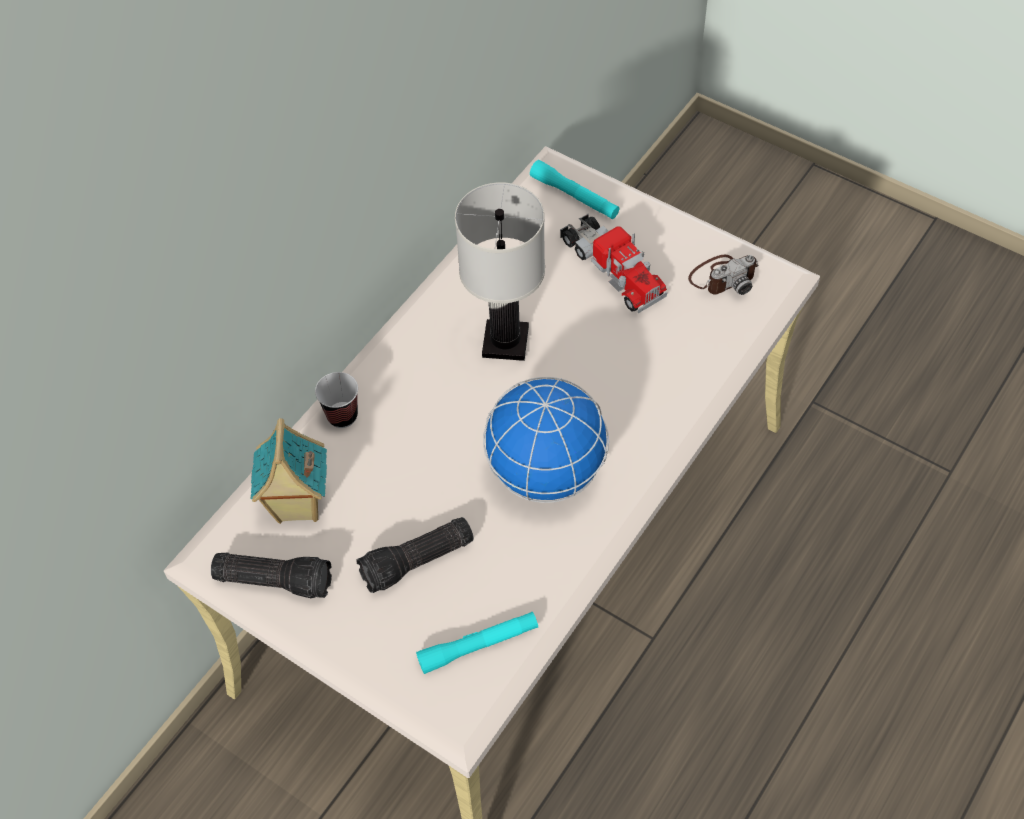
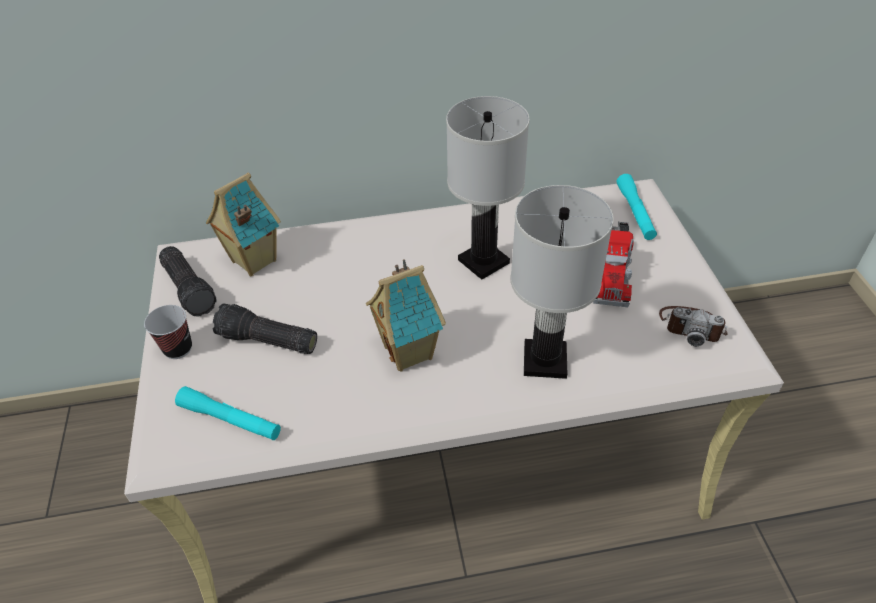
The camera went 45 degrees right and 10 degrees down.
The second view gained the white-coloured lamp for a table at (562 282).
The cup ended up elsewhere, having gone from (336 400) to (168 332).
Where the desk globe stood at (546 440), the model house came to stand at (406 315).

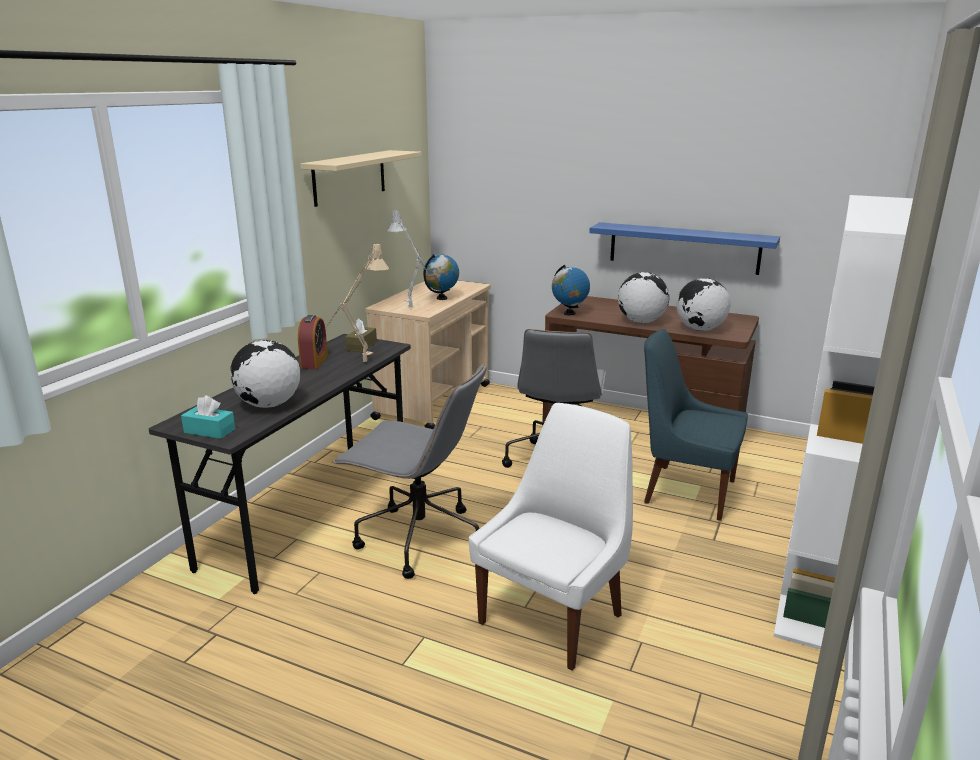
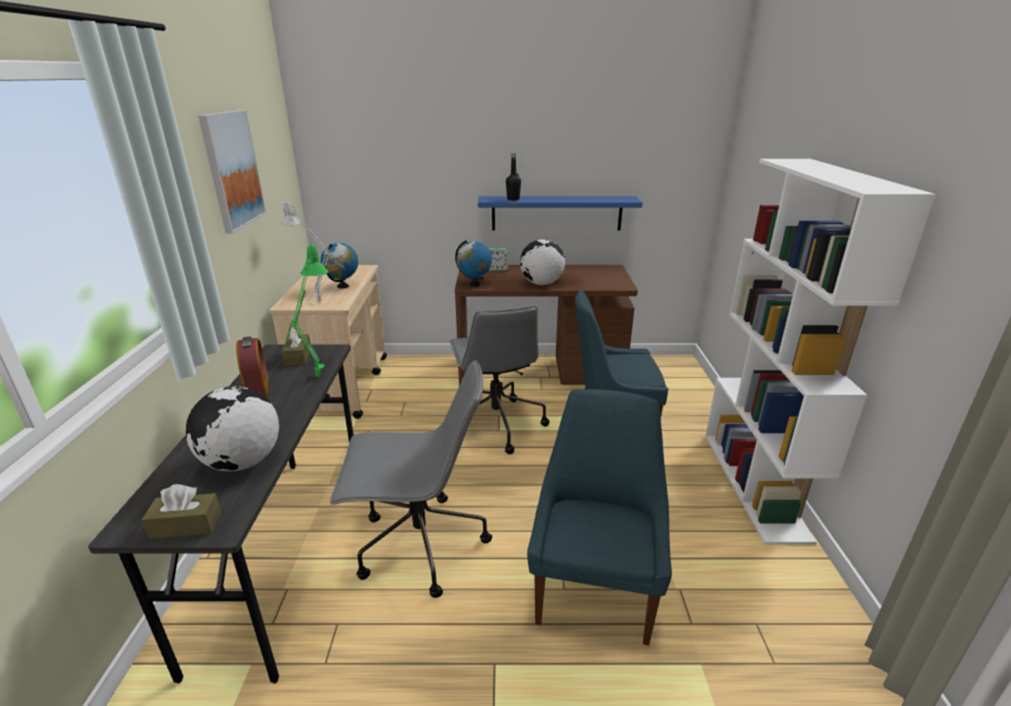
The camera went 25 degrees left and 5 degrees up.
The second view lost the desk globe at (703 304).
The second view gained the bedside clock at (498 259).
The second view gained the black beverage bottle at (513 177).
Where the sand-coloured shelf hung at (360 178), the wall picture came to hang at (232 171).
What was the turquoise-coloured box of tissues at (208 417) turned into the brown box of tissues at (181 511).
What was the sand-coloured lamp for a table at (358 303) turned into the green-coloured lamp for a table at (306 311).
What was the white-coloured chair at (551 537) turned into the blue-coloured chair at (599 517).

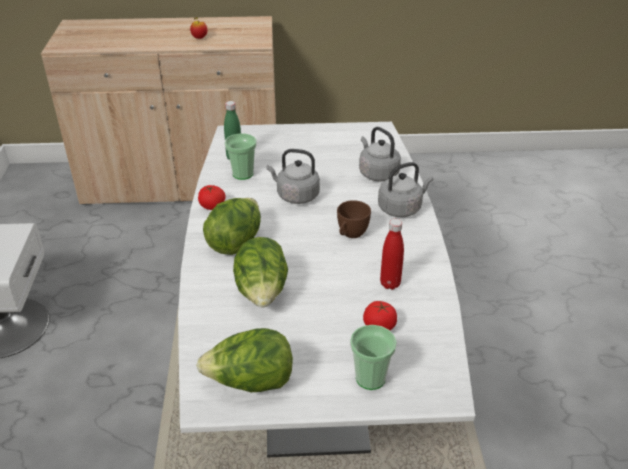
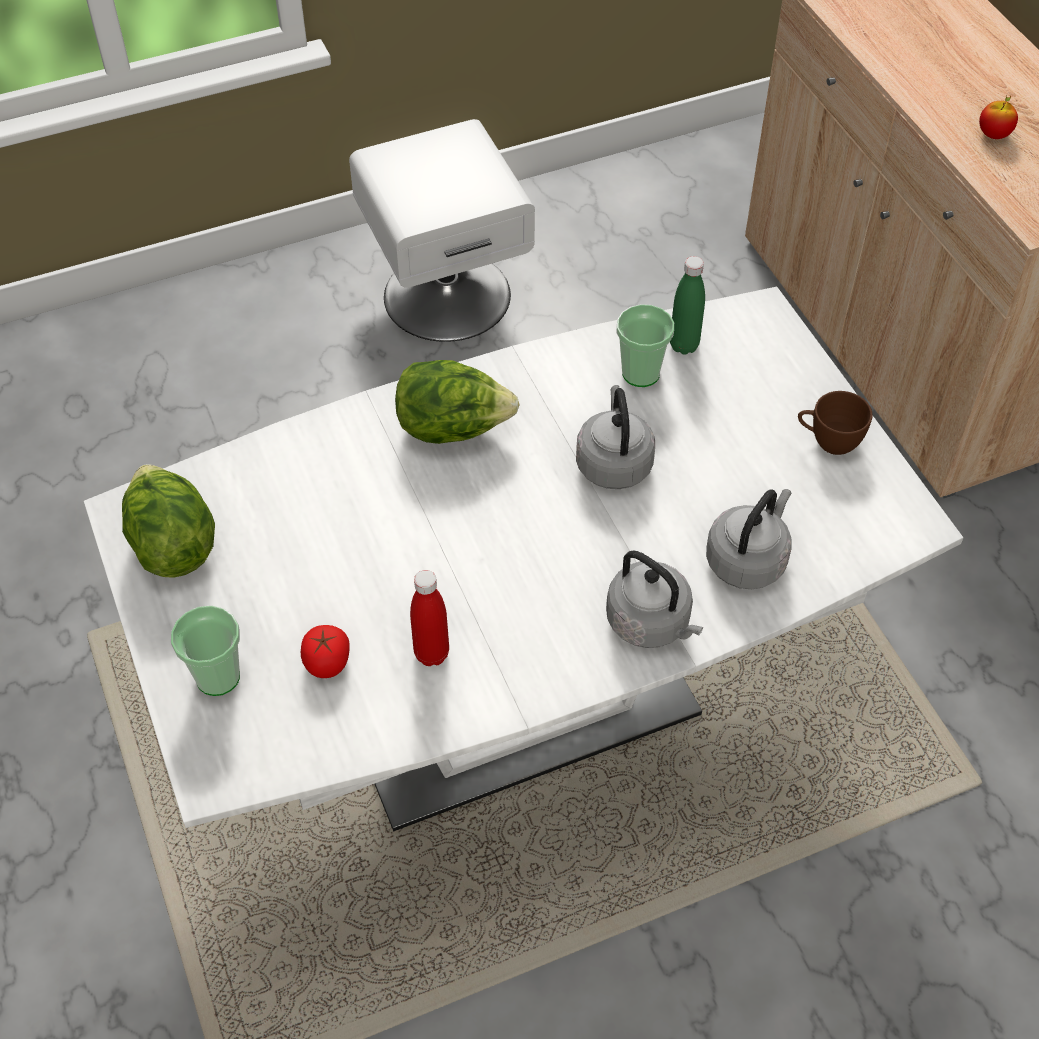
The camera went 70 degrees right and 15 degrees up.
The second view lost the tomato at (212 197).
The second view lost the lettuce at (260 272).
The brown cup ended up elsewhere, having gone from (354 219) to (835 423).

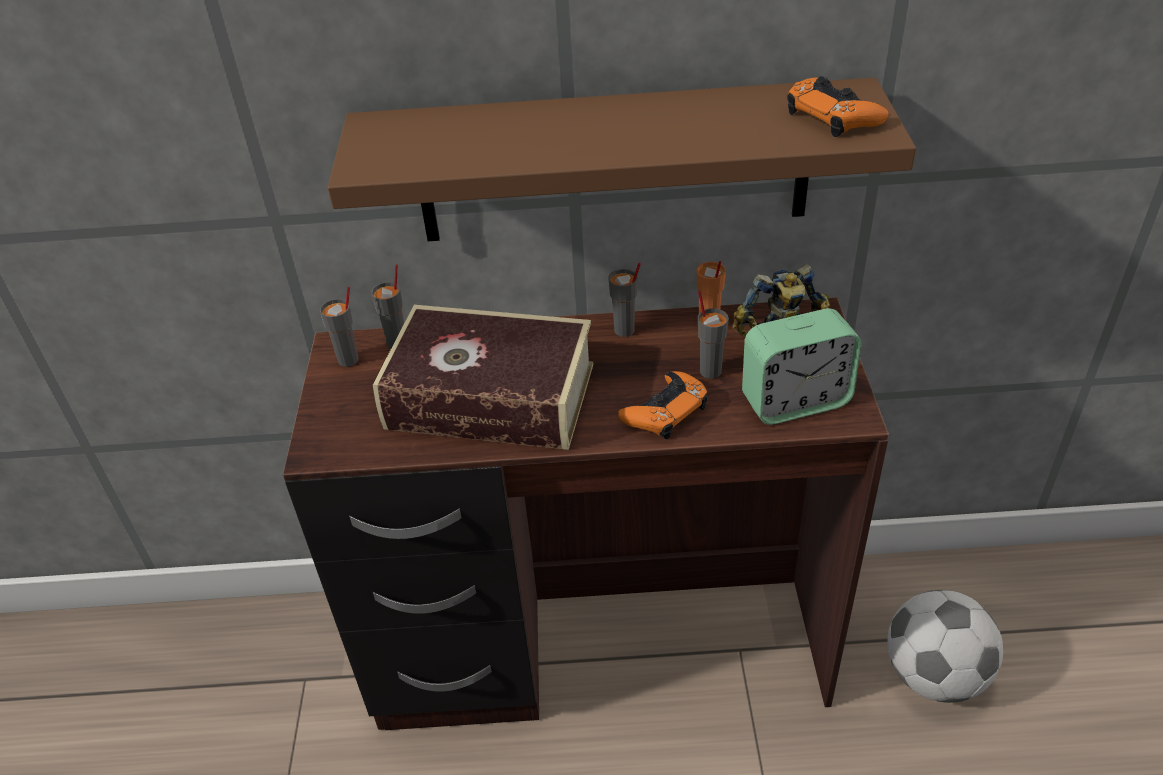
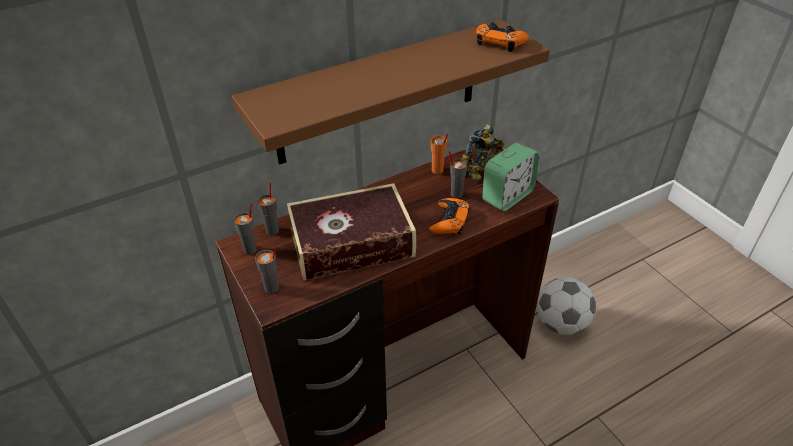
The camera went 30 degrees left and 0 degrees up.
The grey cup ended up elsewhere, having gone from (625 300) to (267 269).

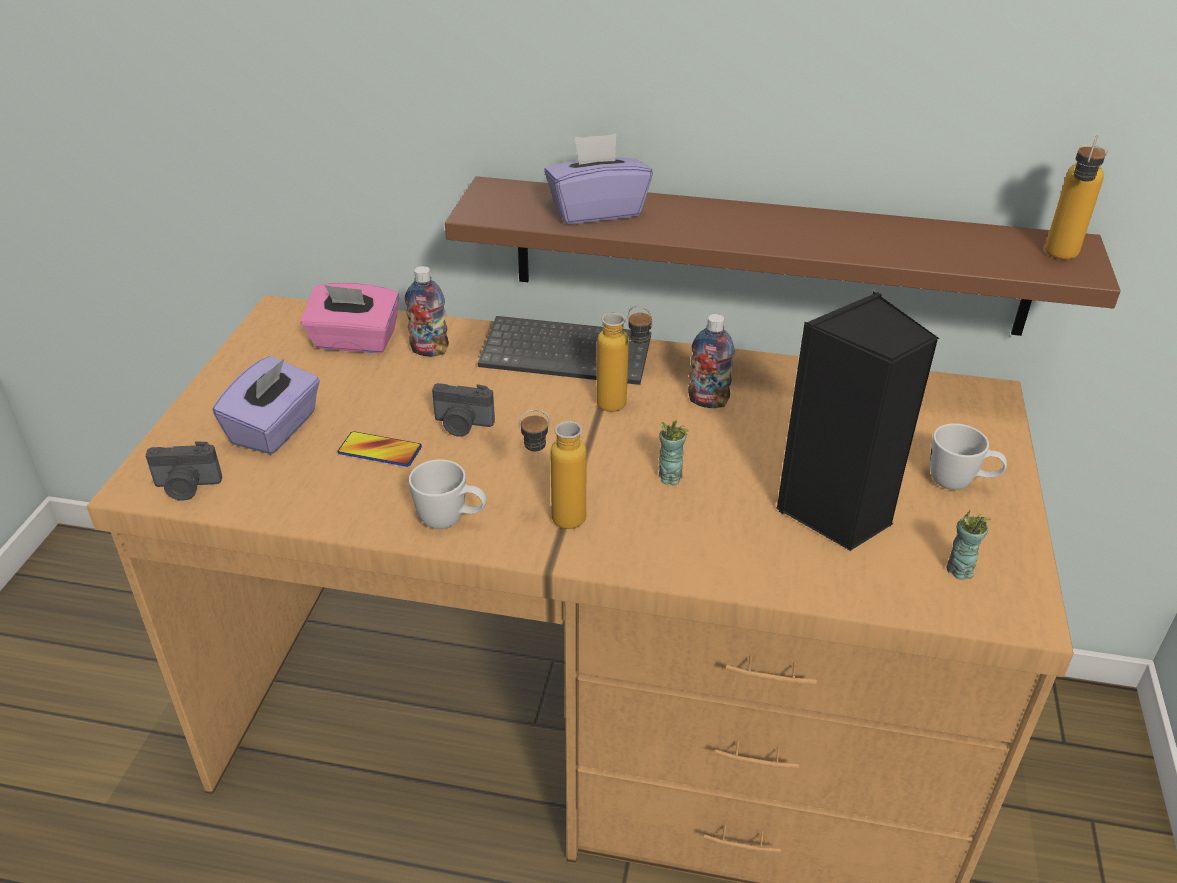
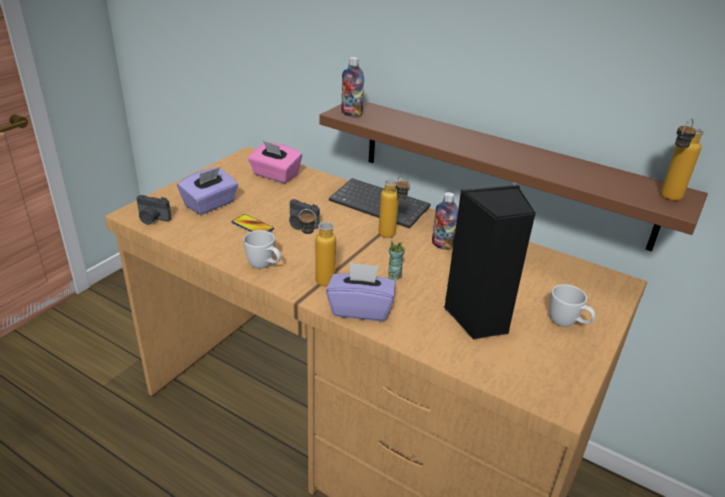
The camera went 20 degrees right and 5 degrees down.
The second view lost the cup at (968 545).
The beverage bottle ended up elsewhere, having gone from (427 311) to (352 87).
The purple box of tissues ended up elsewhere, having gone from (598 179) to (361 291).

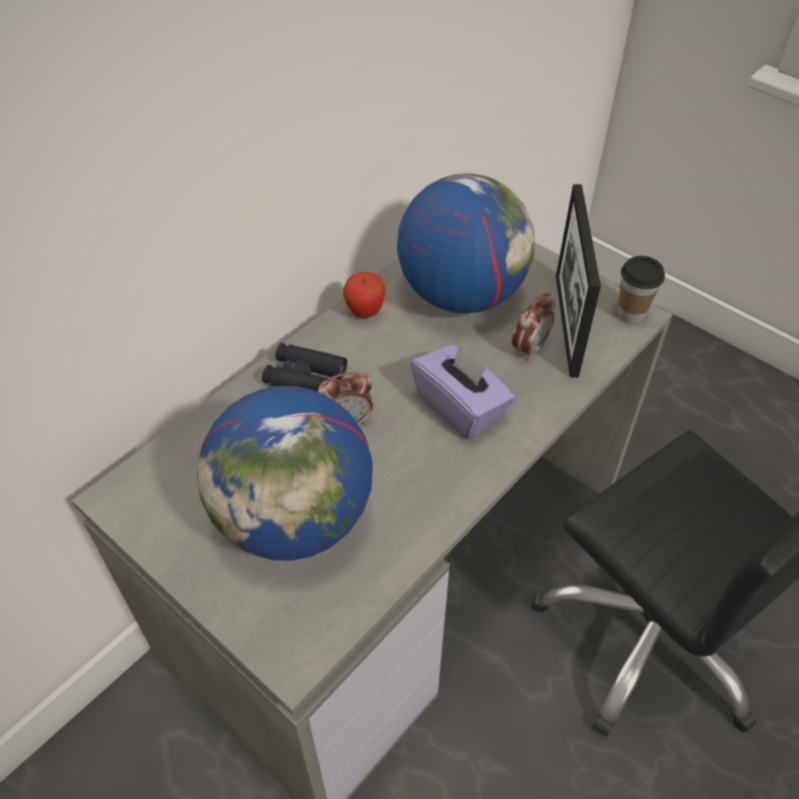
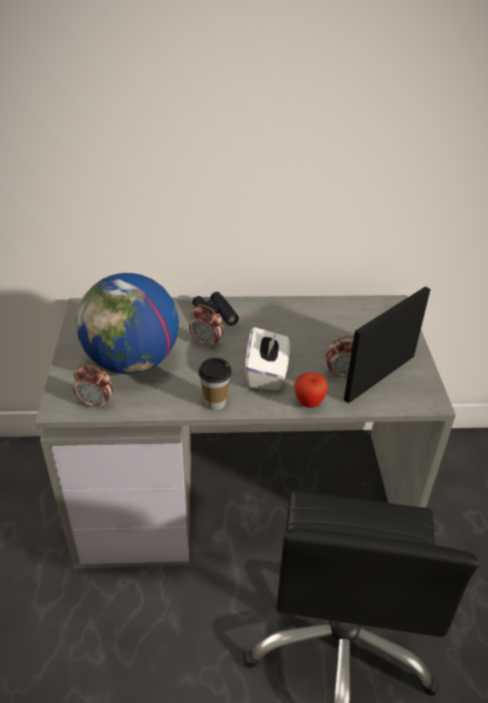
The camera went 45 degrees right and 10 degrees down.
The second view lost the desk globe at (466 243).
The second view gained the bedside clock at (93 387).
The apple fruit ended up elsewhere, having gone from (364 295) to (311 390).
The cup ended up elsewhere, having gone from (641 290) to (215 384).
What was the purple box of tissues at (463 391) turned into the white-coloured box of tissues at (267 359).

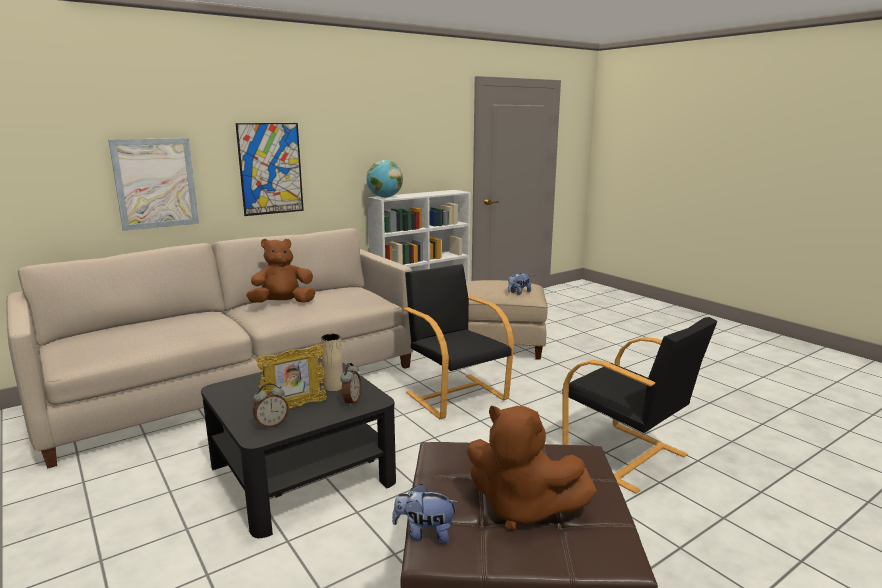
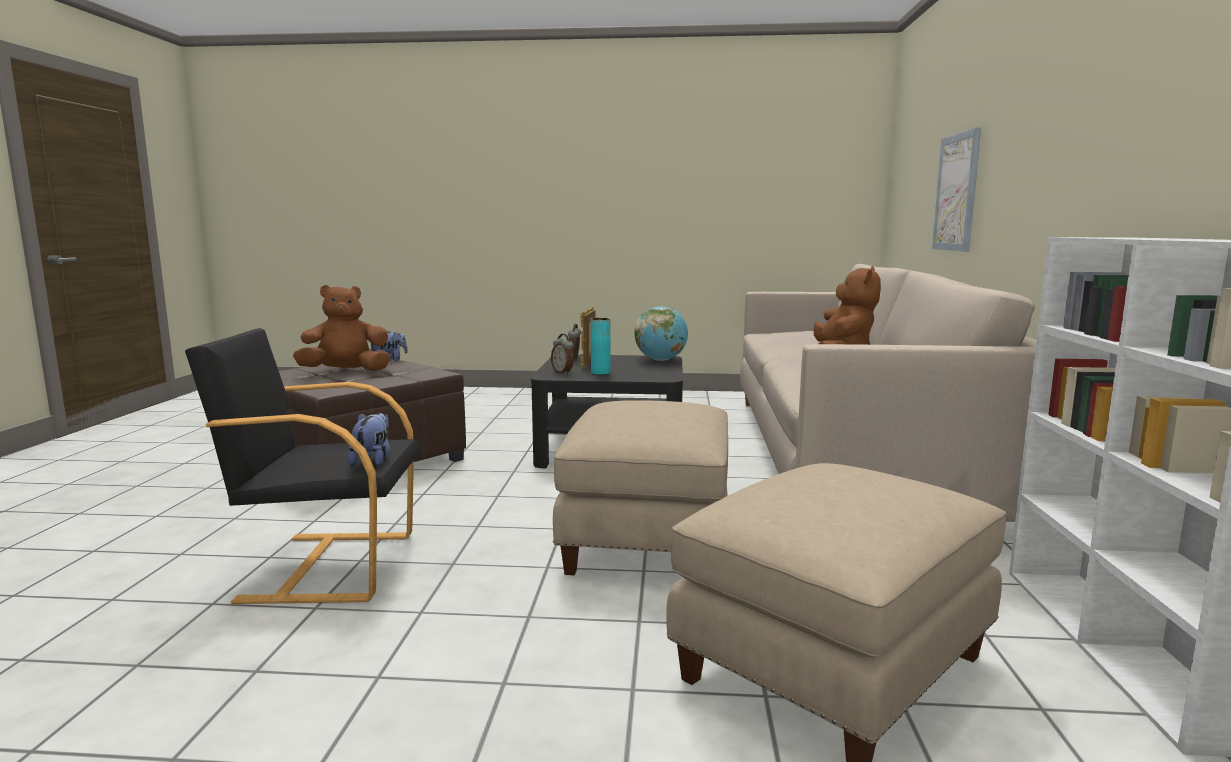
The camera went 130 degrees right and 5 degrees down.
The second view lost the wall picture at (270 169).
The desk globe ended up elsewhere, having gone from (384 179) to (661 333).
The plush toy ended up elsewhere, having gone from (519 283) to (369 439).
Where the black lounge chair stood at (458 341), the sand-coloured pouffe came to stand at (640 487).
What was the sand-coloured flower vase at (332 363) turned into the turquoise-coloured flower vase at (601 346).

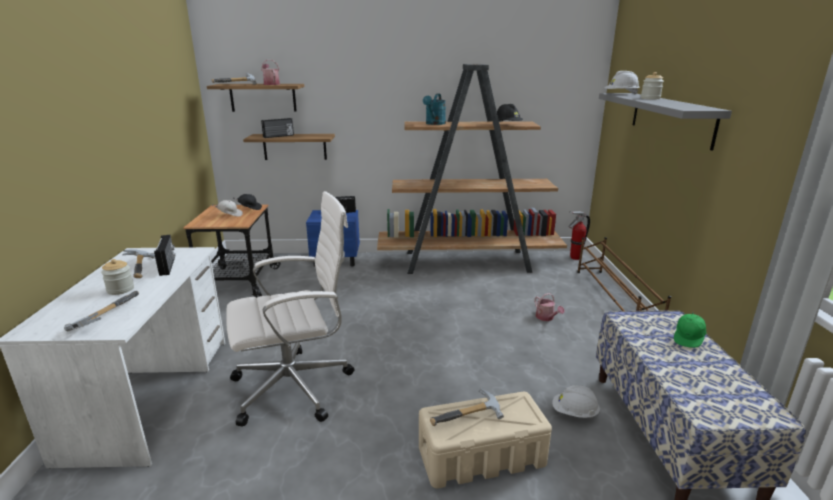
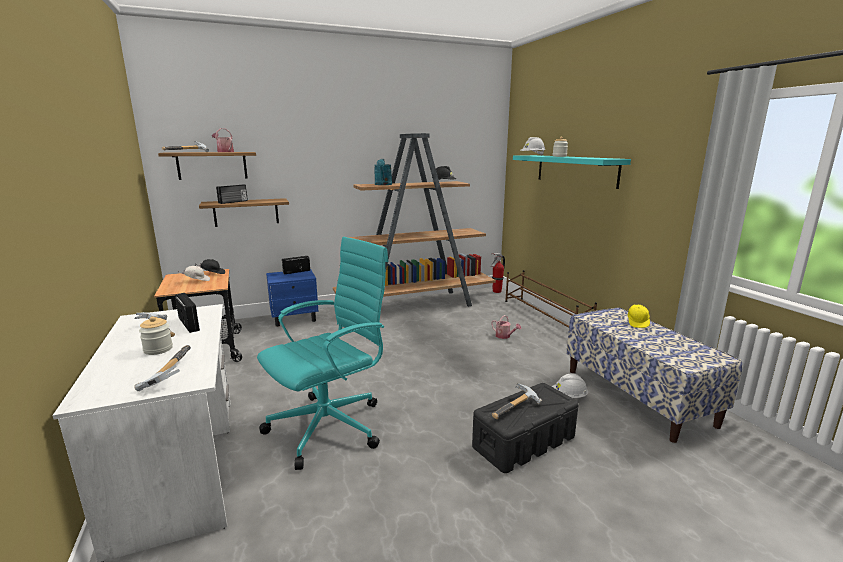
The camera went 20 degrees left and 5 degrees down.
What was the white-coloured computer chair at (290 309) turned into the turquoise-coloured computer chair at (323 353).
What was the sand-coloured storage bin at (485 440) turned into the black storage bin at (525 428).
What was the grey shelf at (665 122) turned into the turquoise-coloured shelf at (572 172).
What was the green-coloured baseball cap at (690 330) turned into the yellowish baseball cap at (639 316).

